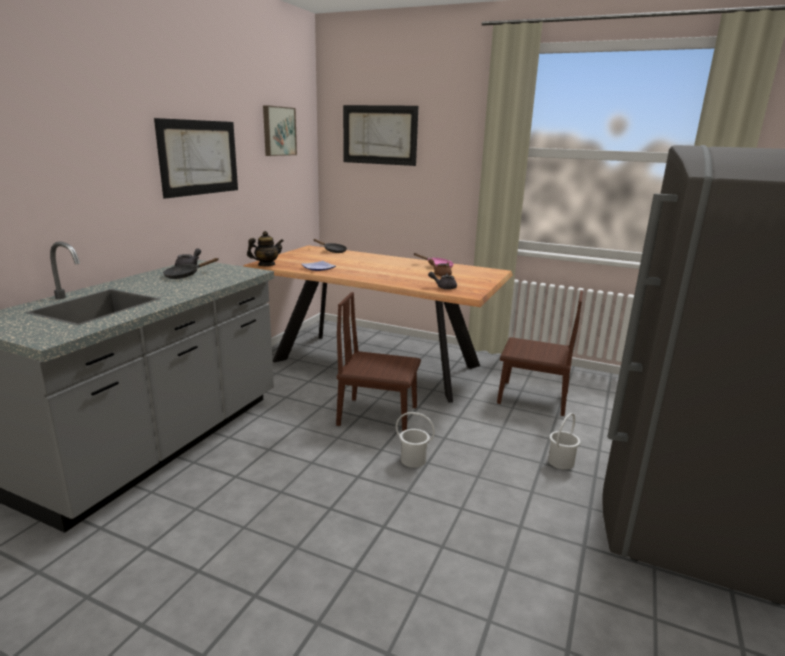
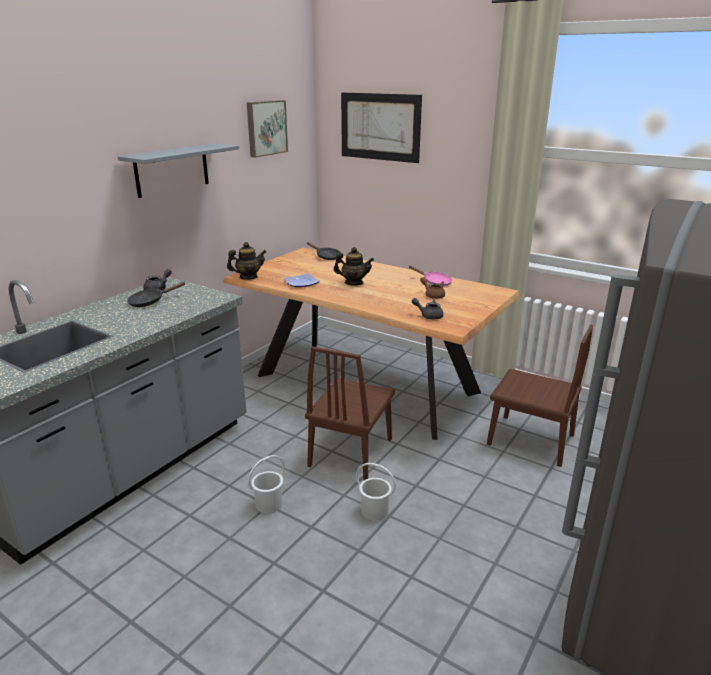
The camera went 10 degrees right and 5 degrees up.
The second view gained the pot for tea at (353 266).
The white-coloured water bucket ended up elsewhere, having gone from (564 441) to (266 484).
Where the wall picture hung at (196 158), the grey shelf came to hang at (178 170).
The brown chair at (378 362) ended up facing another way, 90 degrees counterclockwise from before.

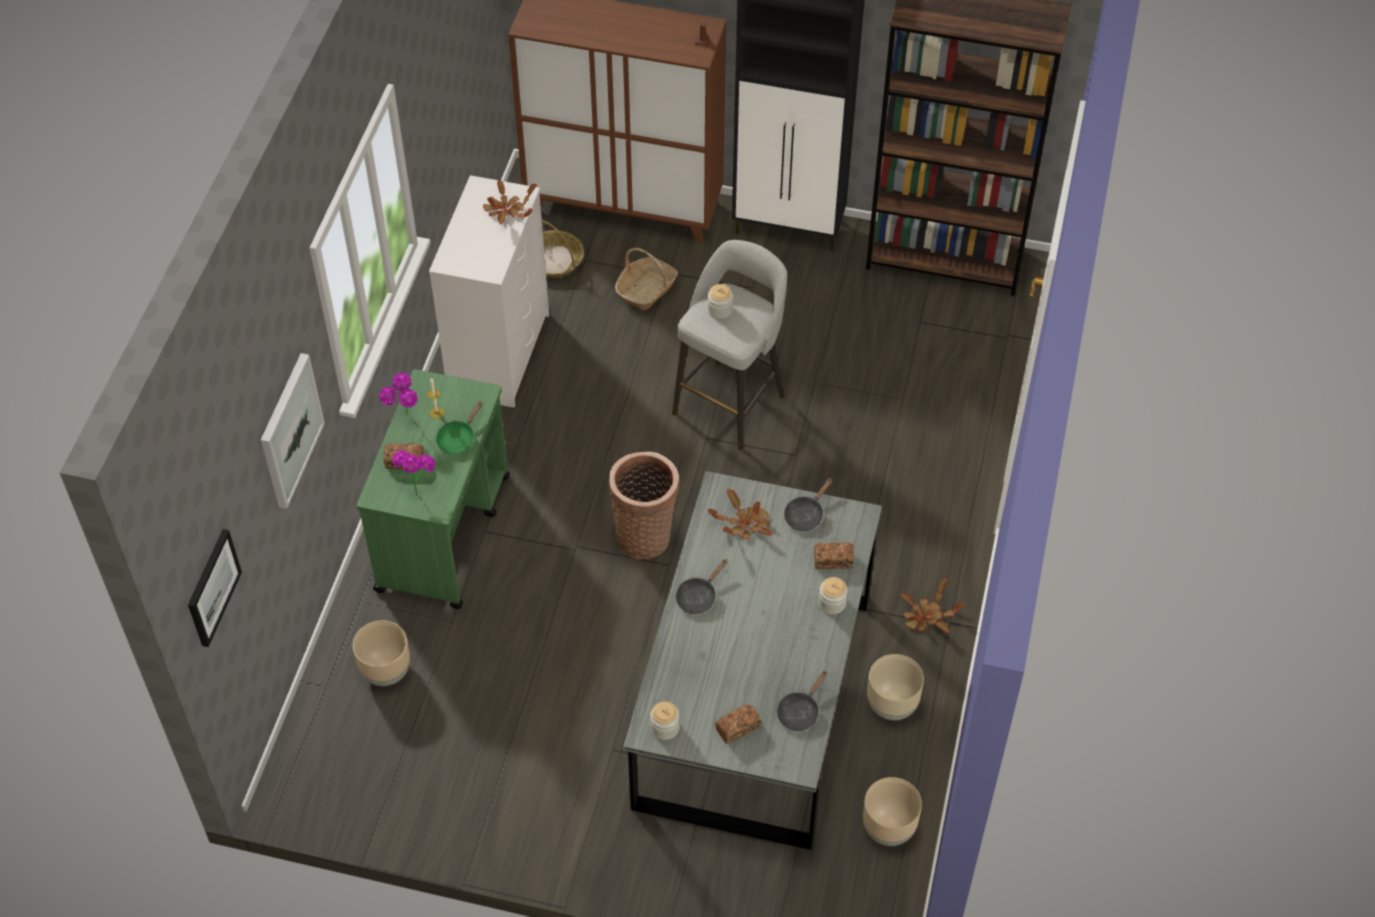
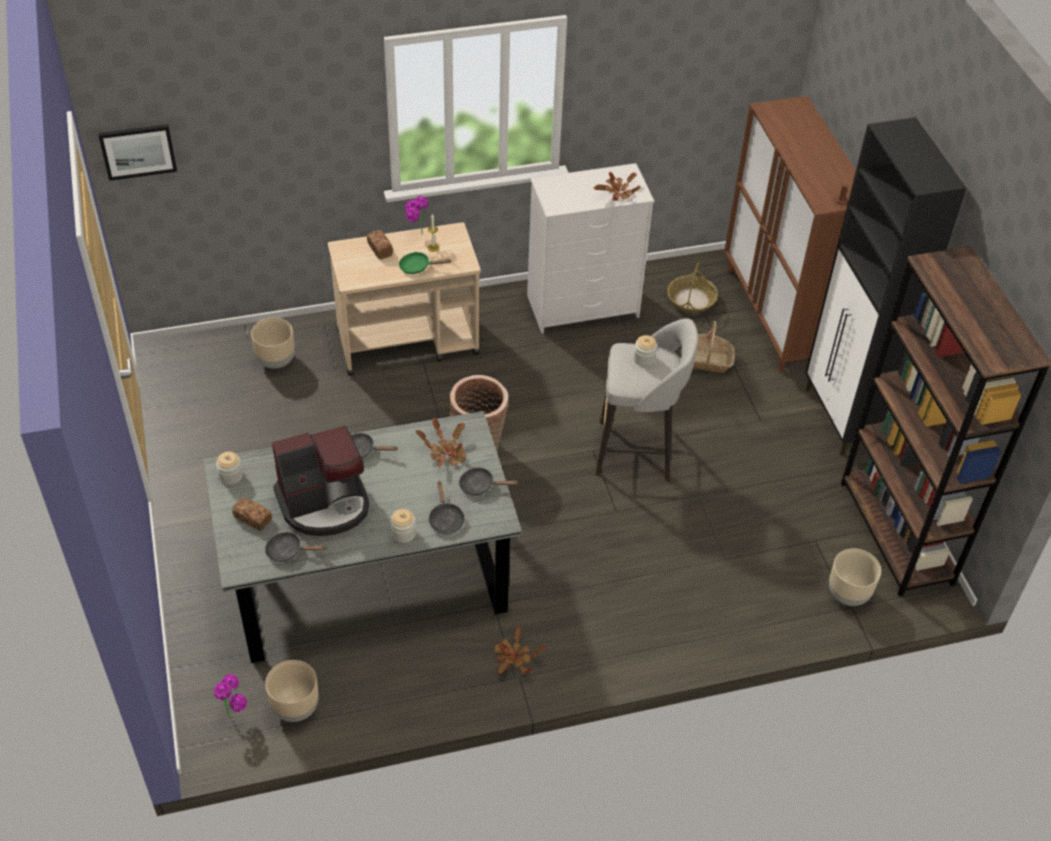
The camera went 60 degrees right and 5 degrees down.
The second view lost the wall picture at (293 431).
The second view gained the coffee machine at (320 480).
The potted plant ended up elsewhere, having gone from (413 473) to (230 695).
The sand-coloured plant pot ended up elsewhere, having gone from (895 687) to (855 577).
Where the bread stood at (834 555), the black pan came to stand at (446 508).
What was the green-coloured wheeled cart at (433 489) turned into the sand-coloured wheeled cart at (404 299).

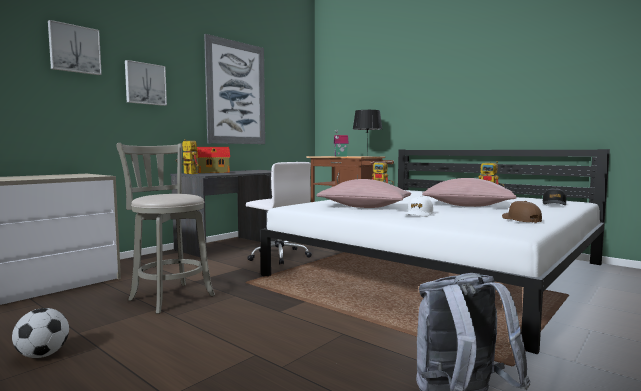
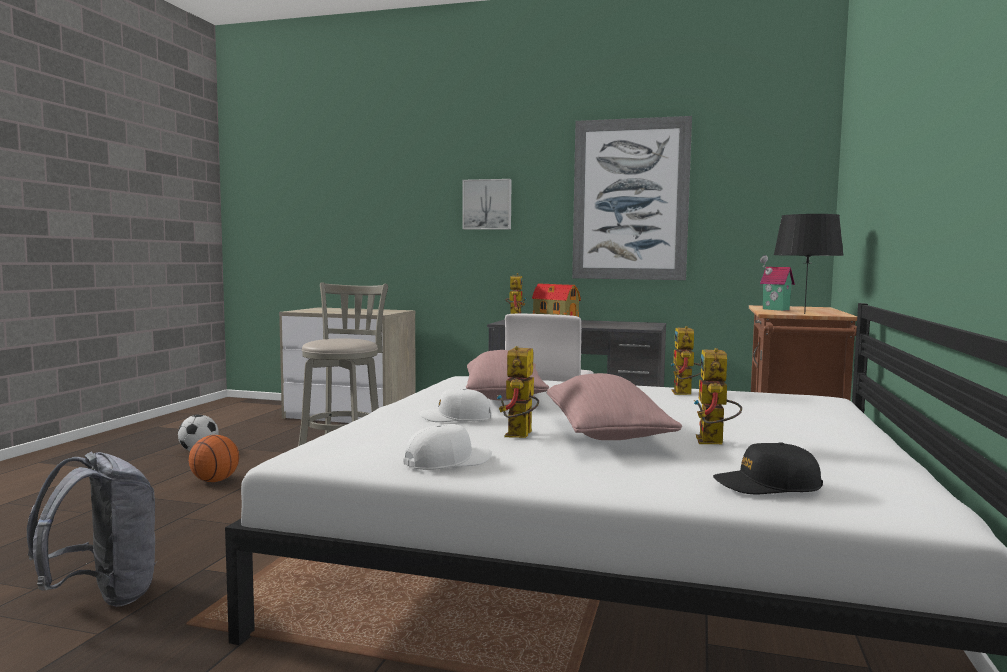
The camera went 65 degrees right and 0 degrees up.
The second view lost the wall picture at (75 47).
The second view gained the basketball ball at (214 458).
The second view gained the toy robot at (518 392).
What was the brown baseball cap at (522 212) turned into the white-coloured baseball cap at (447 447).

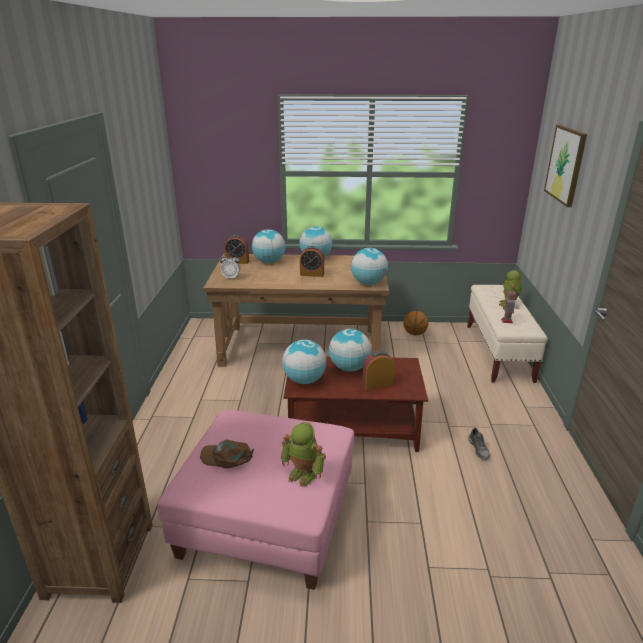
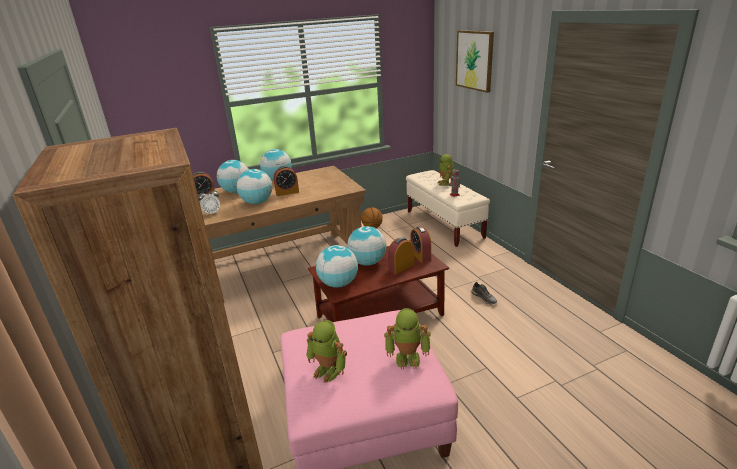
The camera went 25 degrees left and 0 degrees up.
The second view gained the bedside clock at (421 244).
The desk globe ended up elsewhere, having gone from (369 266) to (254 186).
Where the brown baseball cap stood at (227 454), the toy robot came to stand at (326 351).

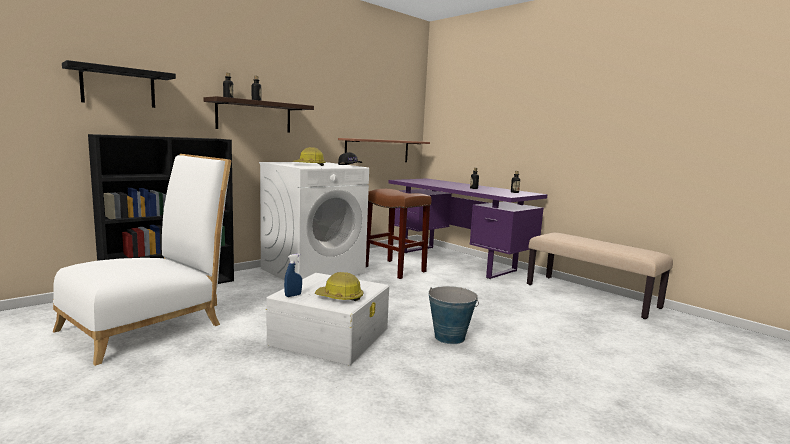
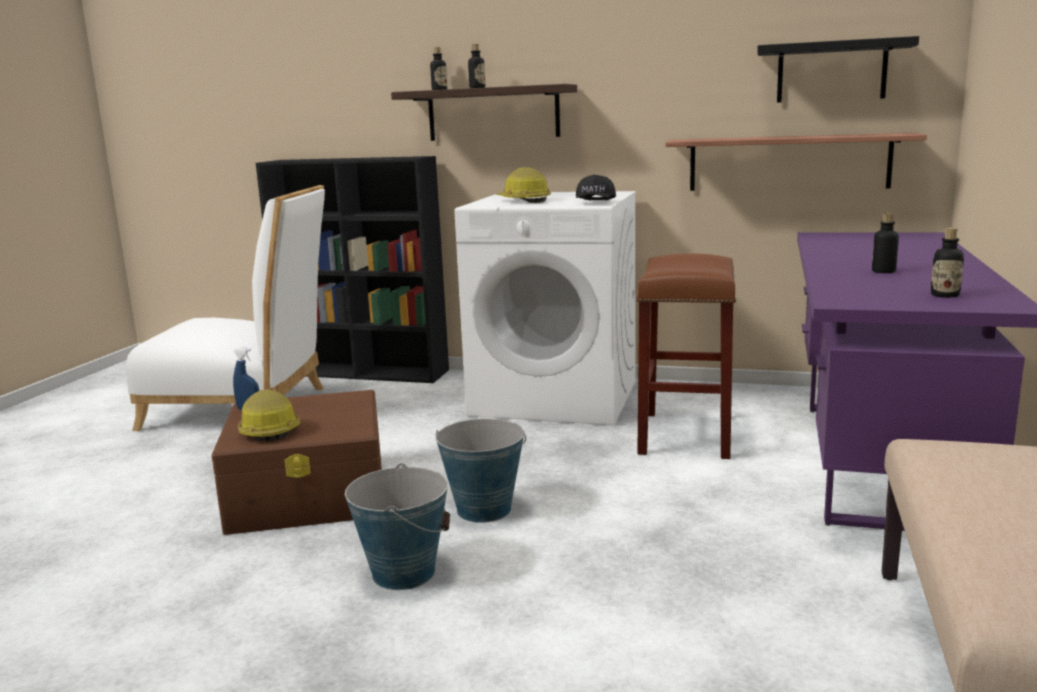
The camera went 60 degrees right and 5 degrees up.
The second view gained the water bucket at (480 471).
The black shelf ended up elsewhere, having gone from (119 84) to (838 69).
What was the white-coloured storage bin at (327 319) turned into the brown storage bin at (296 462).

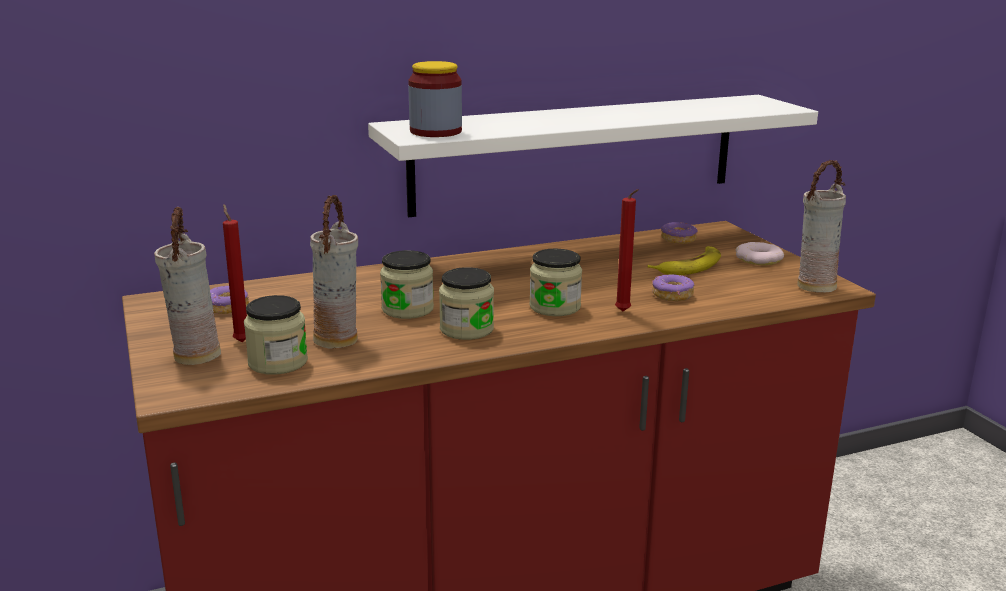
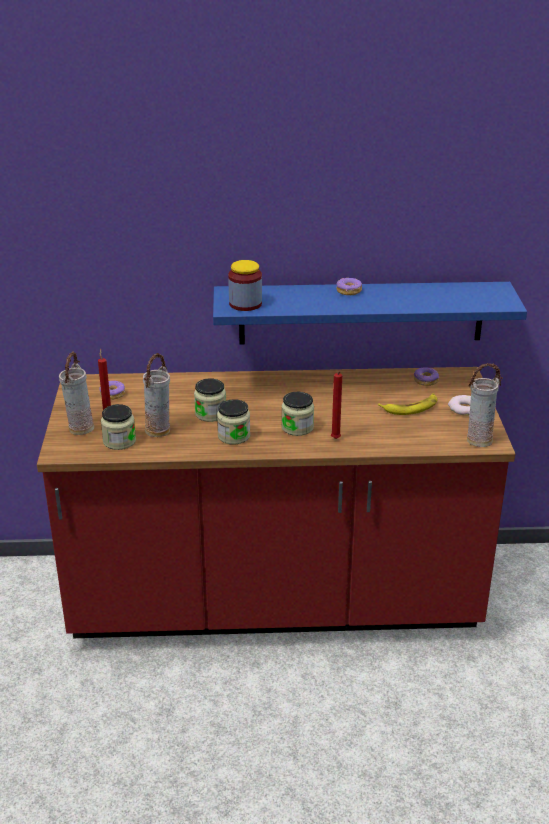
The camera went 20 degrees right and 10 degrees up.
The donut ended up elsewhere, having gone from (673 287) to (349 286).
What was the white-coloured shelf at (593 156) turned into the blue-coloured shelf at (370 313).

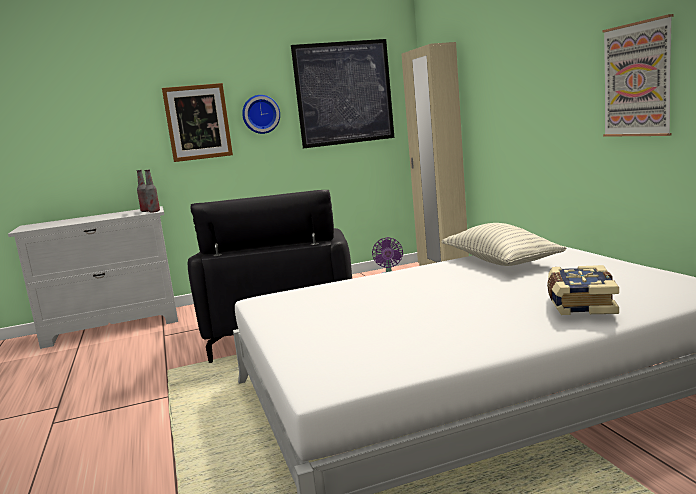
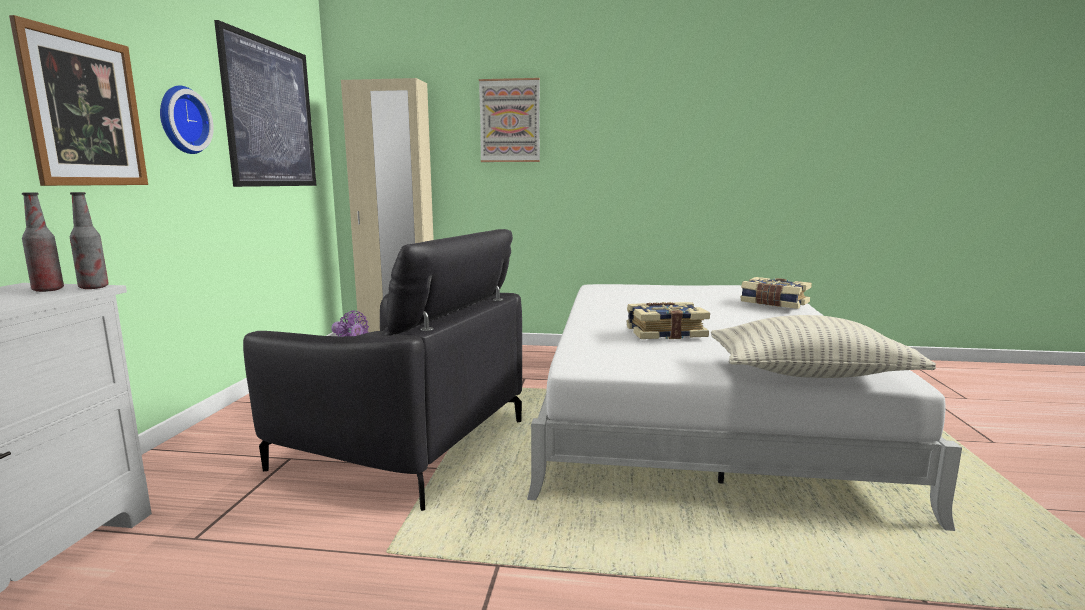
The camera went 65 degrees left and 0 degrees up.
The second view gained the book at (668 320).
The cushion ended up elsewhere, having gone from (504 244) to (823 346).
The wall picture ended up elsewhere, having gone from (637 75) to (509 120).

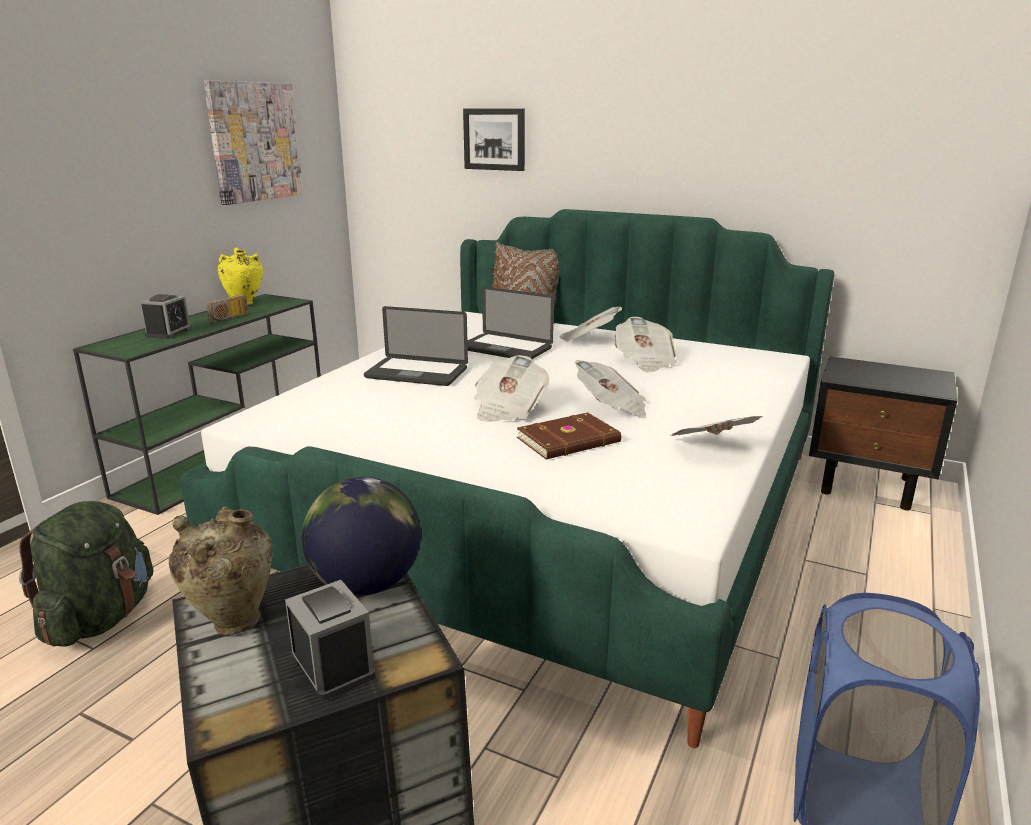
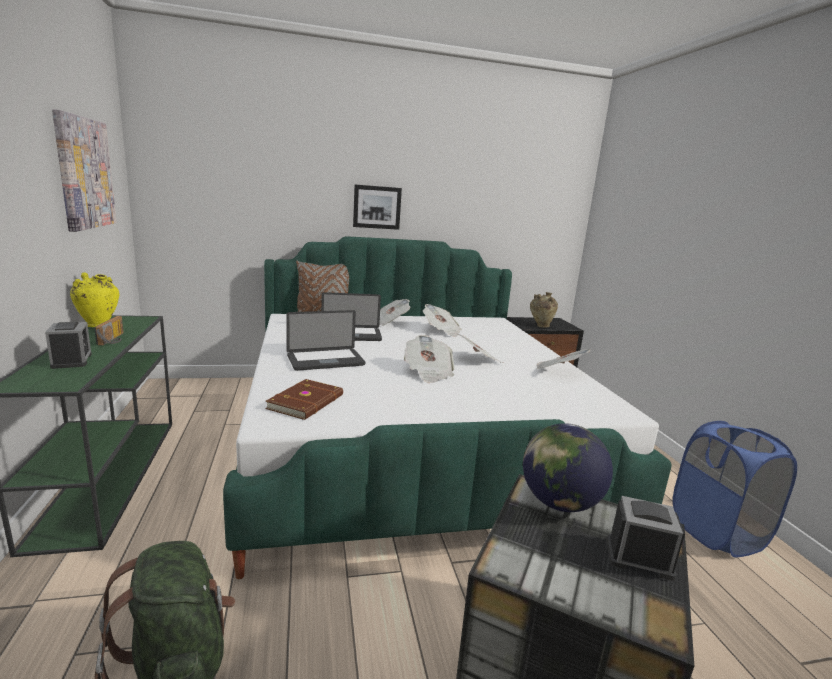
The camera went 40 degrees left and 5 degrees down.
The sand-coloured flower vase ended up elsewhere, having gone from (221 571) to (544 310).
The wall picture ended up elsewhere, having gone from (494 139) to (377 207).
The brown book ended up elsewhere, having gone from (569 435) to (304 399).

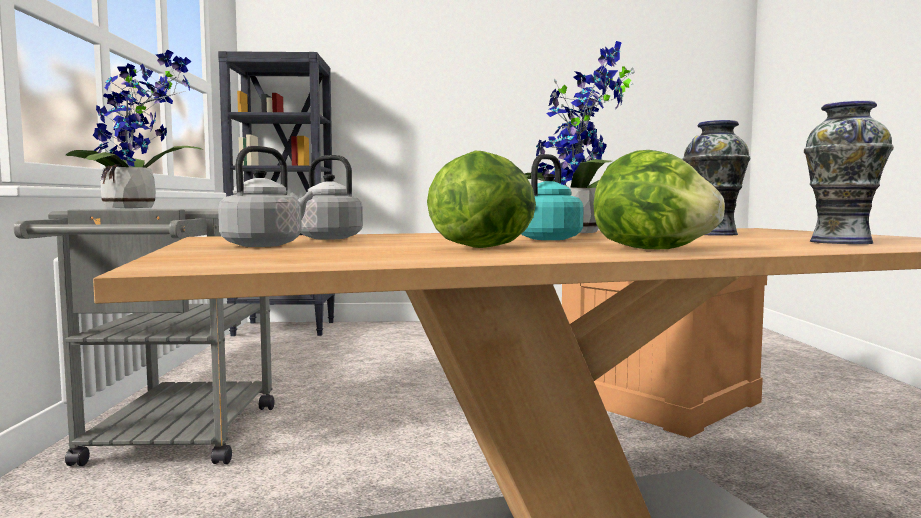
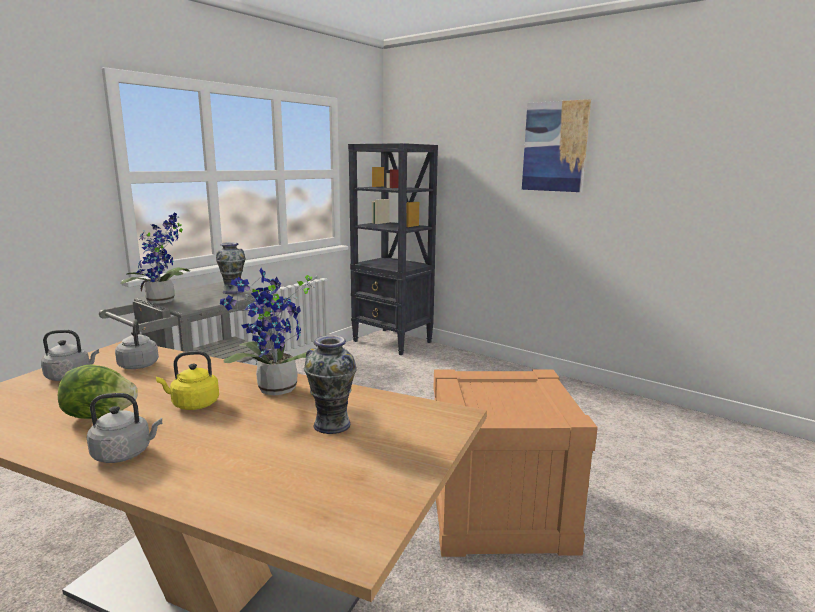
The camera went 40 degrees right and 10 degrees up.
The second view gained the wall picture at (556 145).
The flower vase ended up elsewhere, having gone from (849 172) to (231 268).
Where the lettuce stood at (659 199), the grey kettle came to stand at (124 428).
What was the turquoise-coloured kettle at (552 197) turned into the yellowish kettle at (187 380).

